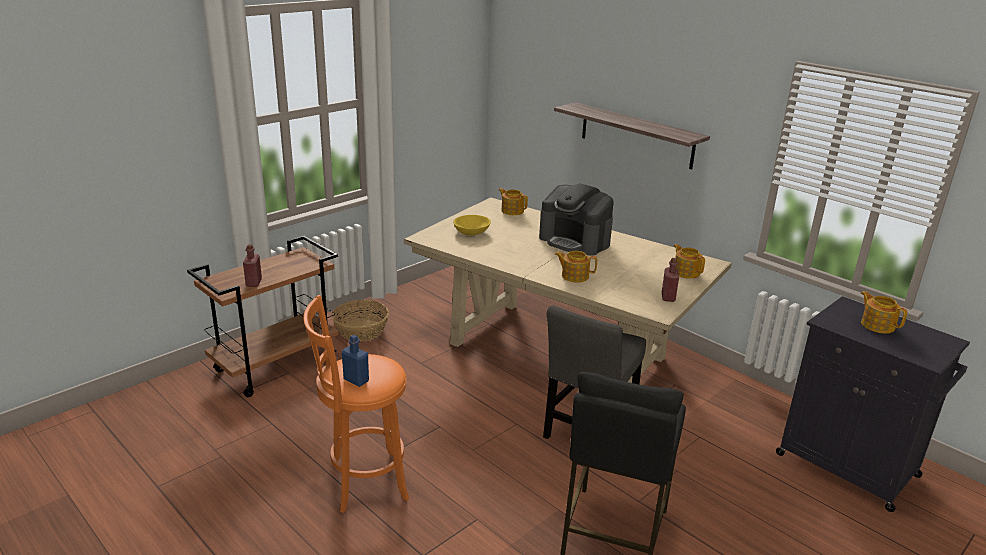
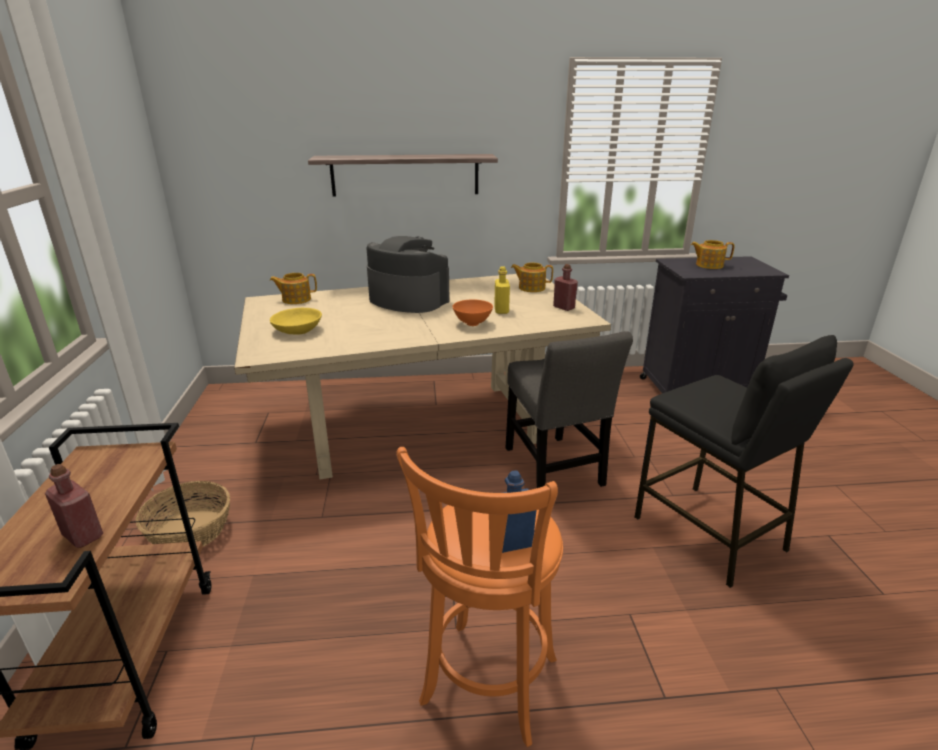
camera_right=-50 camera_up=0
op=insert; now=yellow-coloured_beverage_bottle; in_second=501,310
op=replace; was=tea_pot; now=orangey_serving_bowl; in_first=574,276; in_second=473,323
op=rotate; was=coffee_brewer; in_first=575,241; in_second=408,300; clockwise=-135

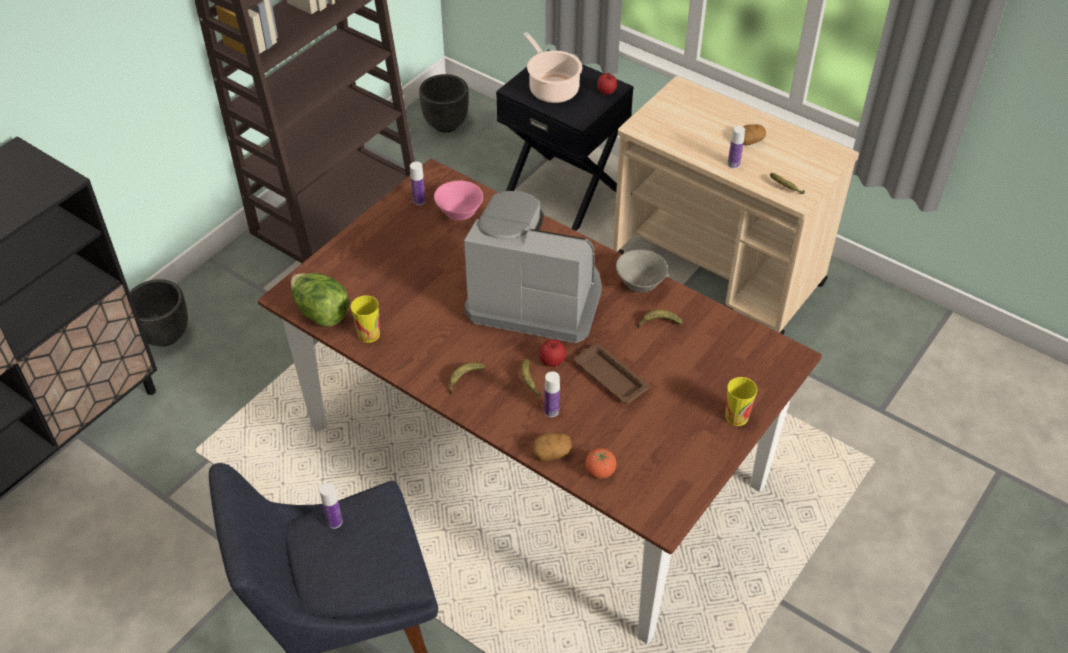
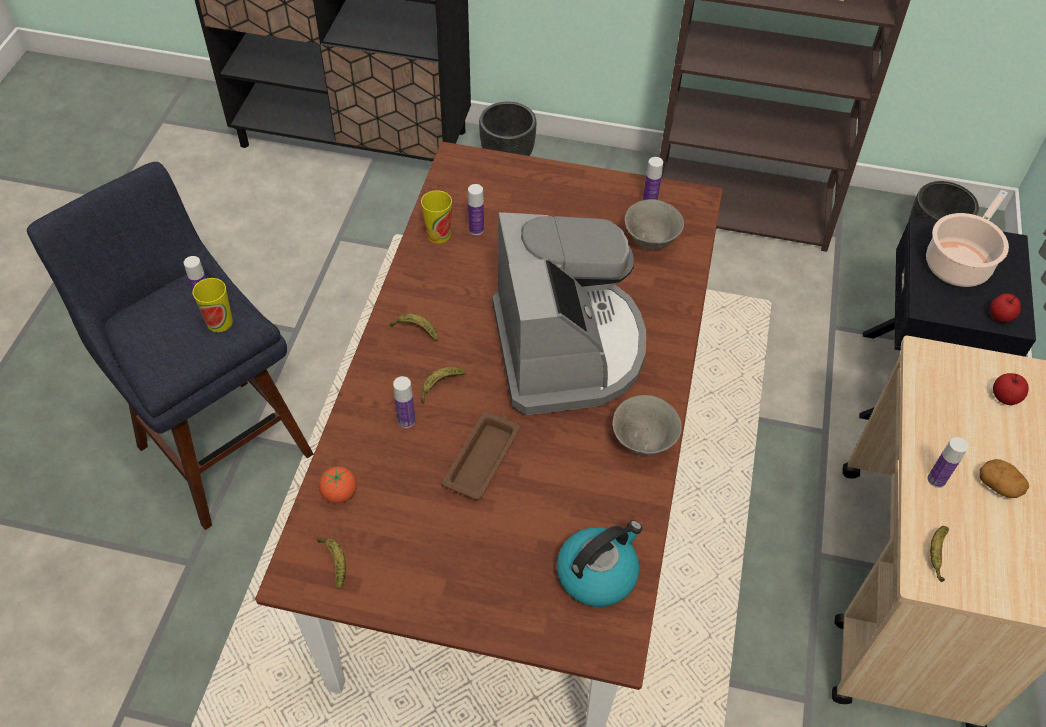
camera_right=65 camera_up=5
op=delete; was=lettuce; in_first=321,313
op=delete; was=potato; in_first=552,452
op=insert; now=beverage_bottle; in_second=476,229
op=insert; now=tea_kettle; in_second=597,573
op=move; was=apple; in_first=552,361; in_second=1005,397
op=move; was=banana; in_first=659,323; in_second=335,562
op=move; was=drinking_cup; in_first=736,416; in_second=219,322
op=recolor; was=pink-coloured_serving_bowl; now=grey_serving_bowl; in_first=460,214; in_second=651,242

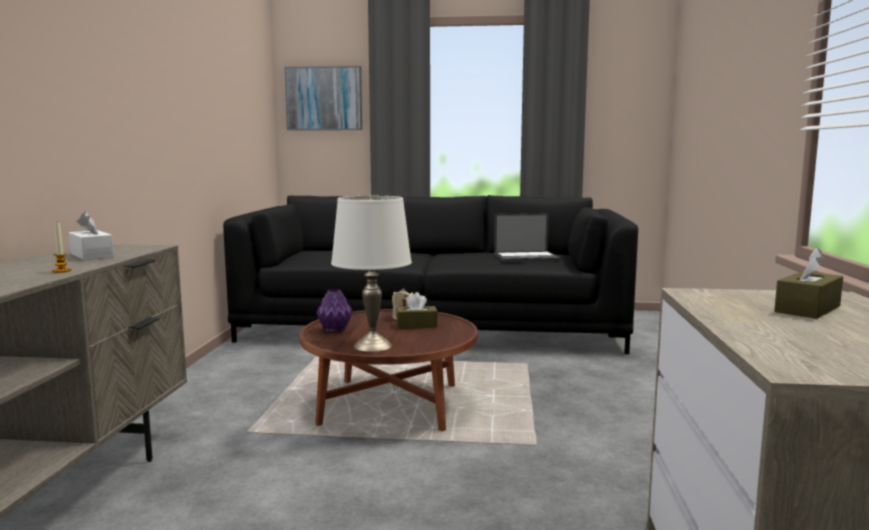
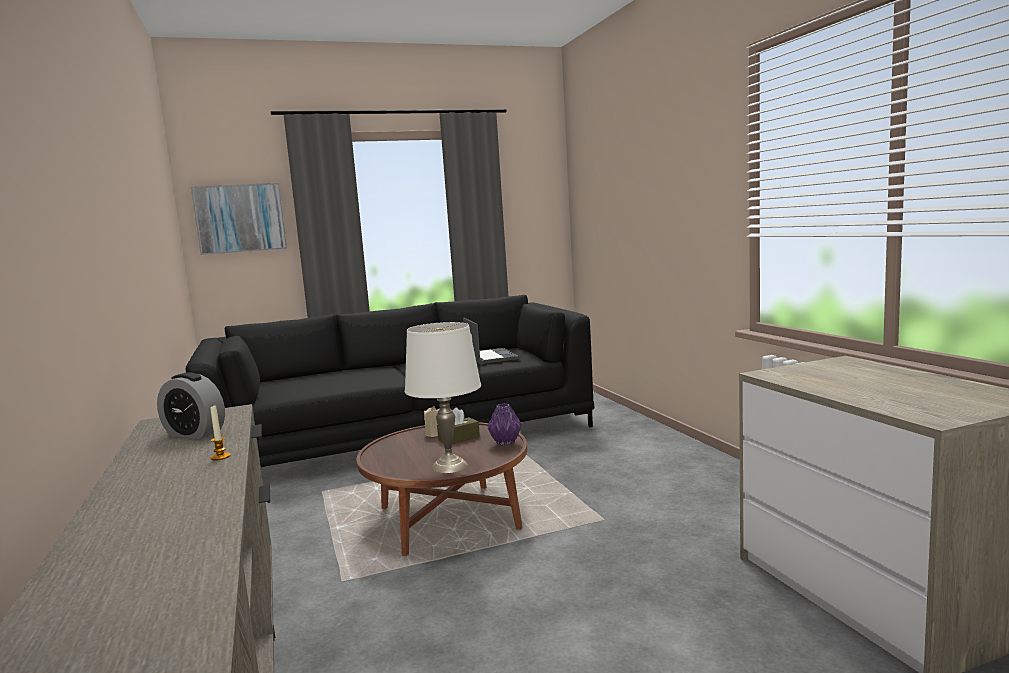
camera_right=-25 camera_up=0
op=delete; was=brown_tissue_box; in_first=807,309
op=move; was=purple-coloured_vase; in_first=335,330; in_second=506,442
op=replace; was=white-coloured_tissue_box; now=alarm_clock; in_first=92,255; in_second=194,433
op=rotate; was=laptop; in_first=527,257; in_second=491,356; clockwise=-75

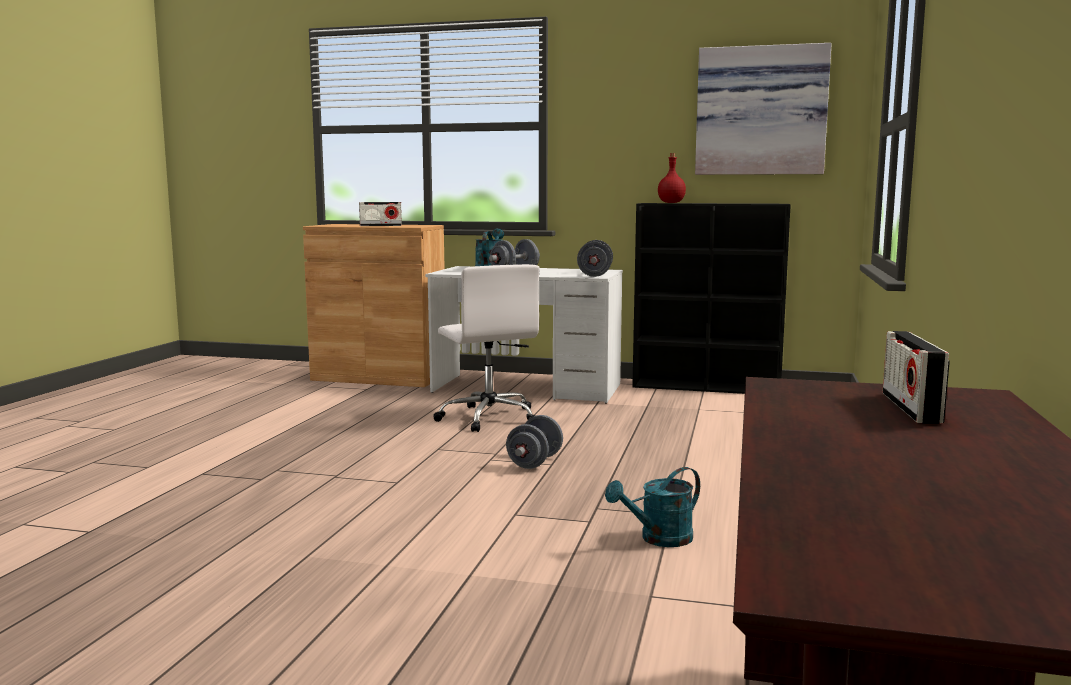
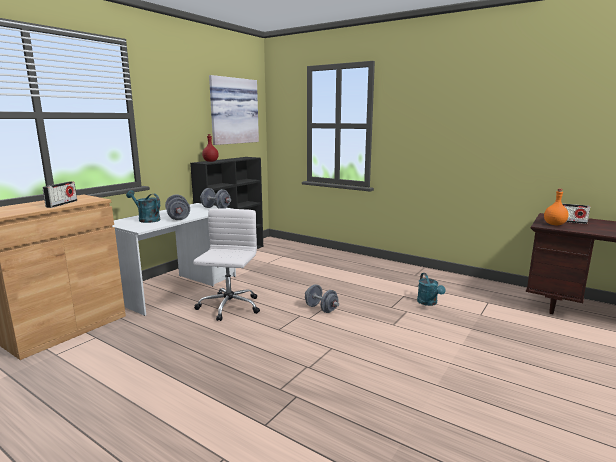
camera_right=-70 camera_up=5
op=insert; now=orangey_beverage_bottle; in_second=554,224
op=rotate; was=white-coloured_office_chair; in_first=488,418; in_second=229,307; clockwise=-75

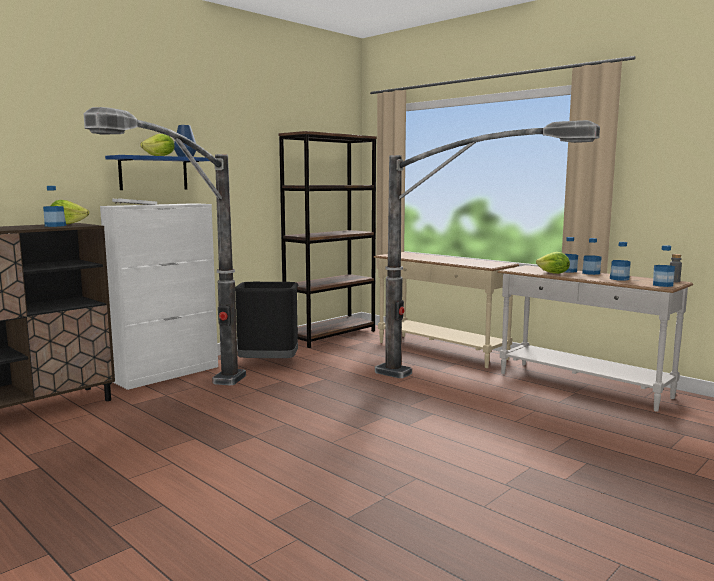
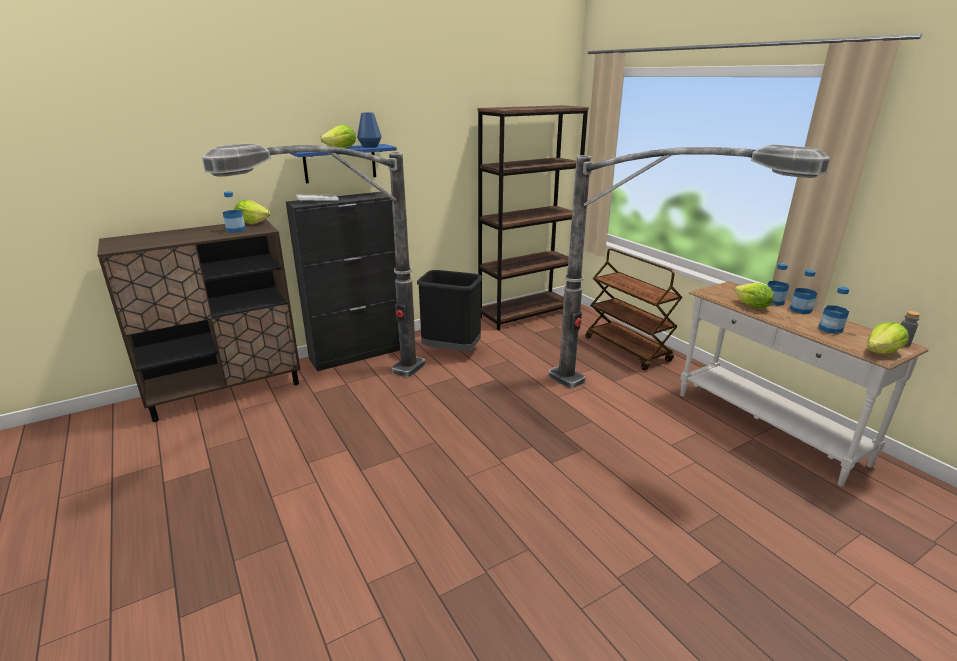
camera_right=15 camera_up=15
op=replace; was=sand-coloured_hall_table; now=brown_trolley; in_first=440,351; in_second=627,349
op=replace; was=beverage_bottle; now=lettuce; in_first=662,285; in_second=882,352
op=recolor; was=white-coloured_cabinet; now=black_cabinet; in_first=168,374; in_second=358,354

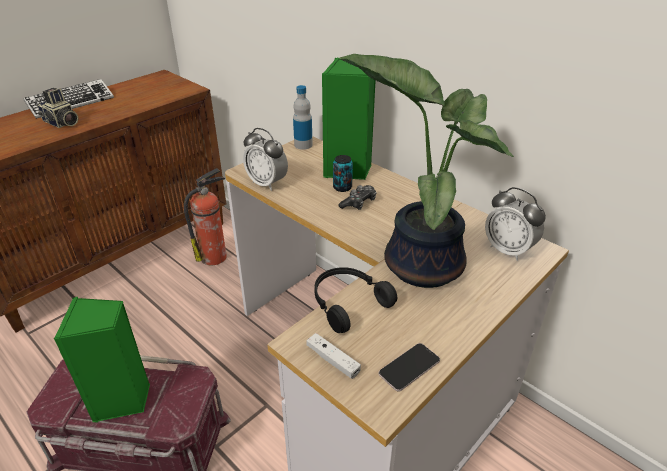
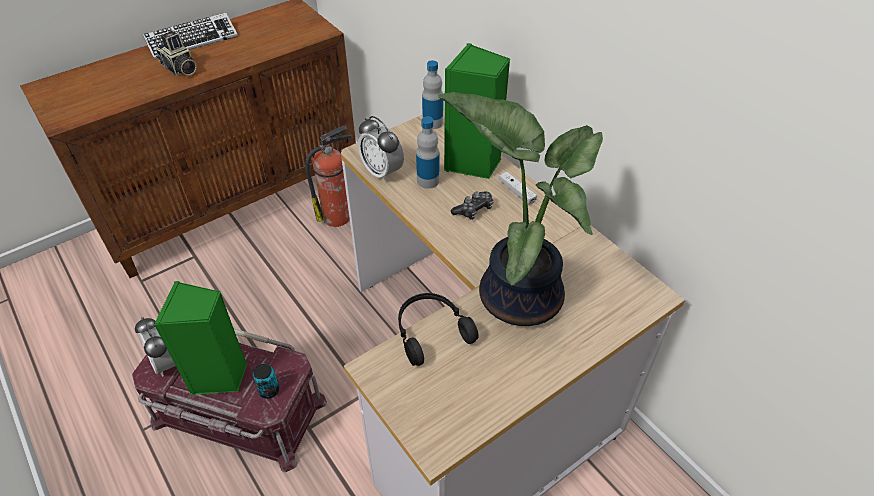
camera_right=10 camera_up=10
op=delete; was=phone; in_first=409,367
op=insert; now=beverage_bottle; in_second=428,181
op=move; was=white-coloured_gamepad; in_first=333,360; in_second=517,192
op=move; was=can; in_first=342,187; in_second=269,390
op=move; was=alarm_clock; in_first=508,250; in_second=166,363

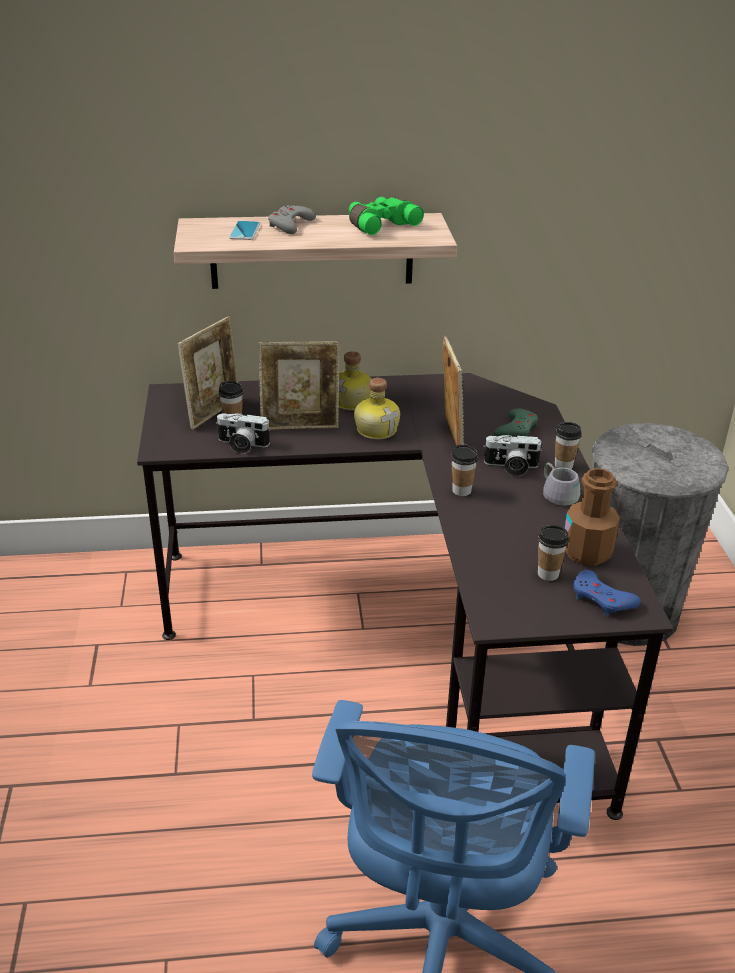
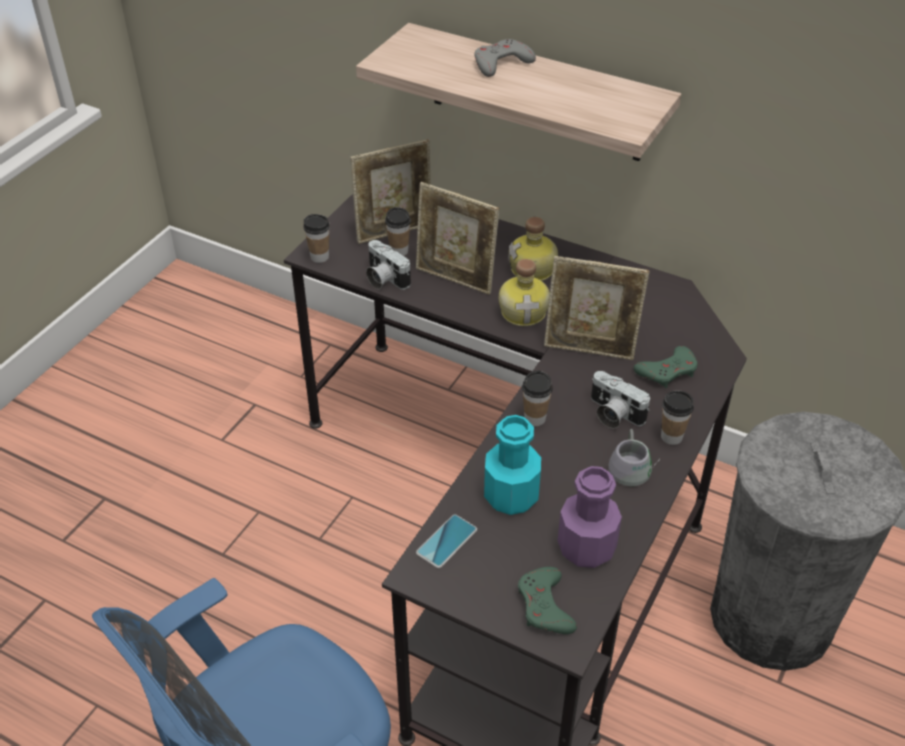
camera_right=35 camera_up=10
op=delete; was=greenish_binoculars; in_first=380,225
op=insert; now=blue-green_beverage_bottle; in_second=511,496
op=move; was=phone; in_first=245,231; in_second=446,541
op=move; was=drinking_cup; in_first=548,574; in_second=319,257
op=recolor; was=brown_beverage_bottle; now=purple-coloured_beverage_bottle; in_first=587,552; in_second=586,547
op=recolor; was=blue-coloured_gamepad; now=greenish_gamepad; in_first=602,599; in_second=545,606
op=rotate; was=standing_frame; in_first=450,435; in_second=590,350; clockwise=75

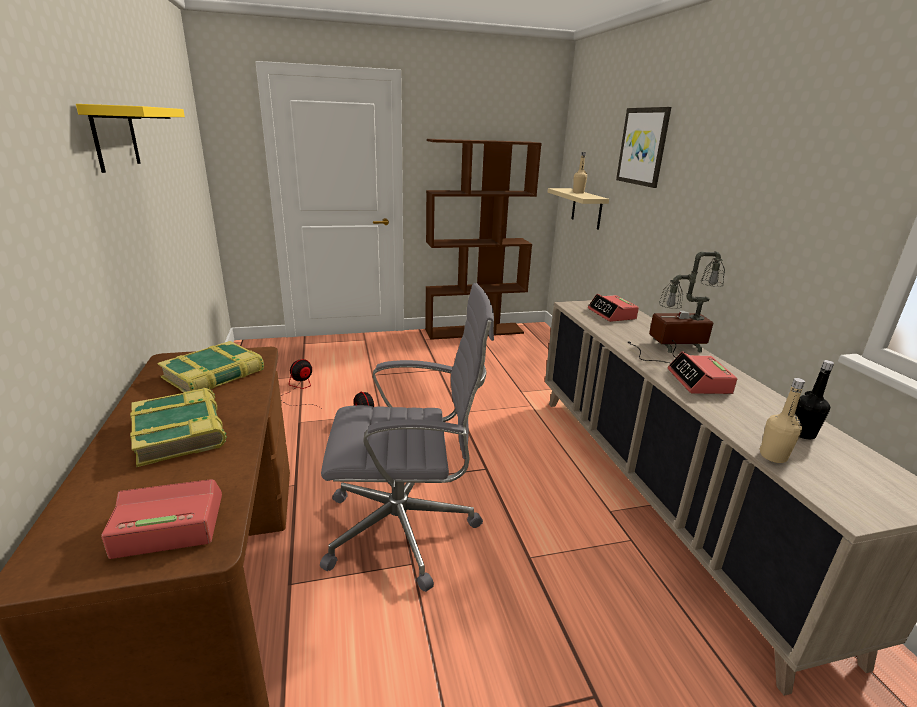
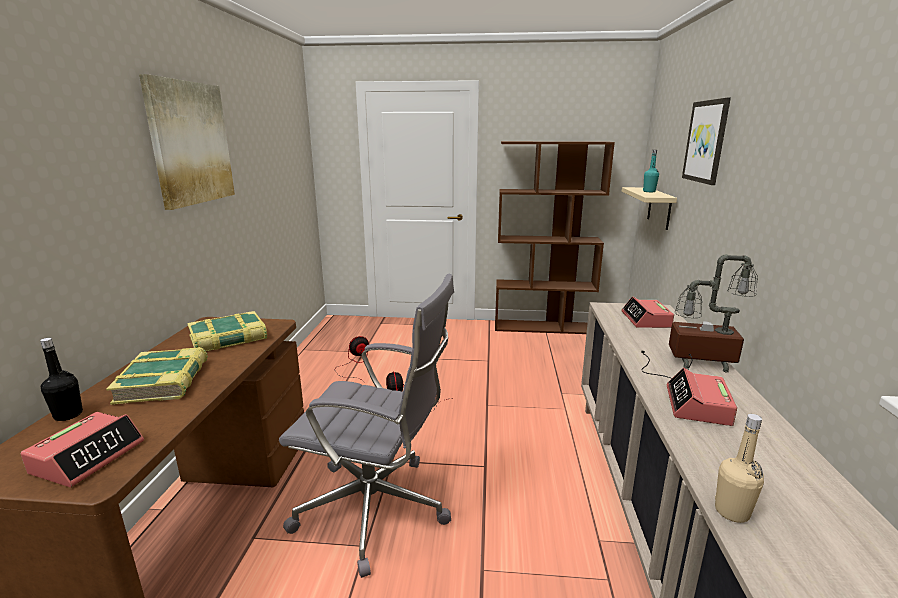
camera_right=20 camera_up=-5
op=move; was=black_beverage_bottle; in_first=802,433; in_second=68,415
op=replace; was=yellow-coloured_shelf; now=wall_picture; in_first=115,137; in_second=190,143
op=recolor; was=sand-coloured_beverage_bottle; now=blue-green_beverage_bottle; in_first=578,192; in_second=649,191
op=rotate; was=alarm_clock; in_first=169,526; in_second=89,457; clockwise=105

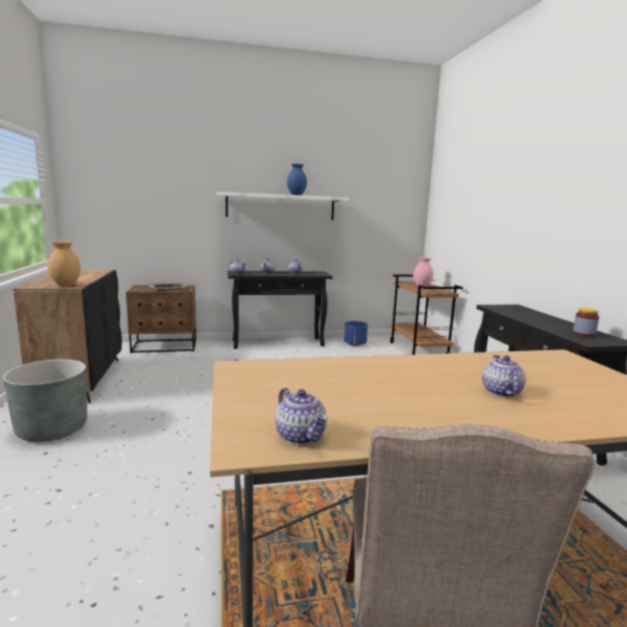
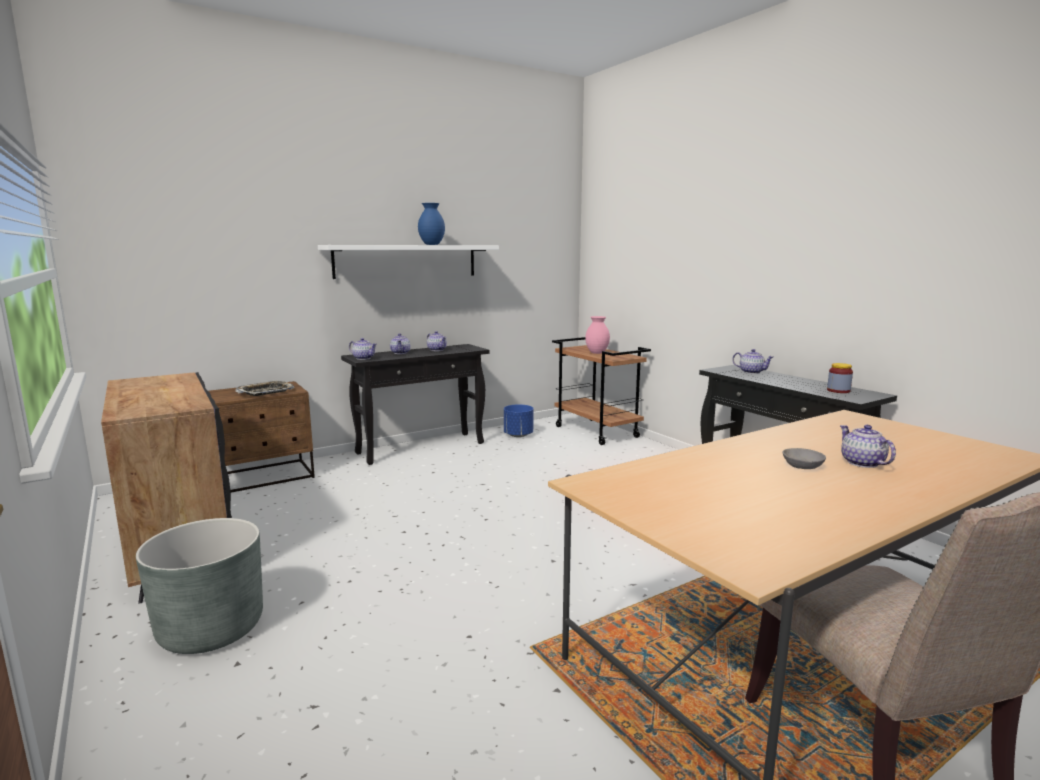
camera_right=-20 camera_up=0
op=delete; was=brown_vase; in_first=66,285
op=insert; now=grey_serving_bowl; in_second=803,467
op=move; was=tea_pot; in_first=300,436; in_second=751,372

